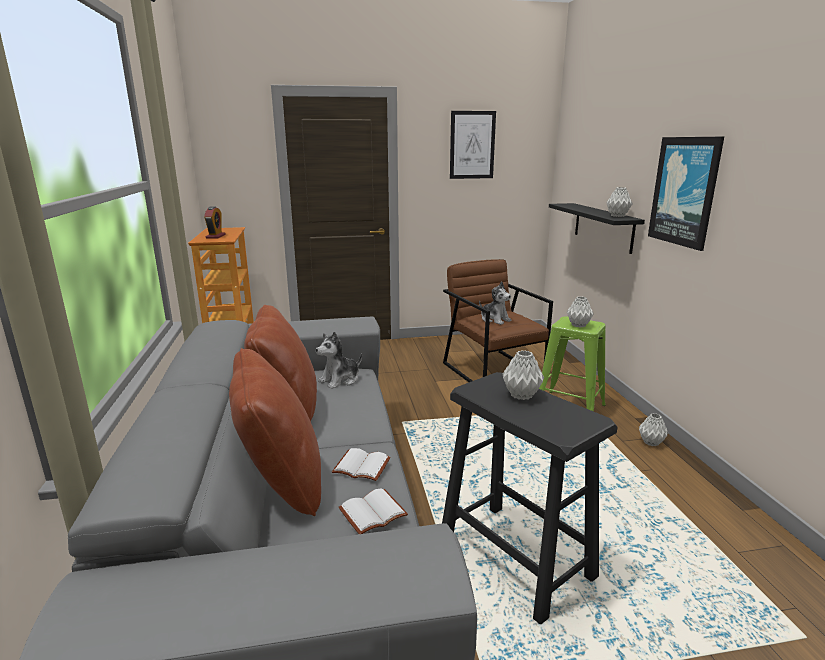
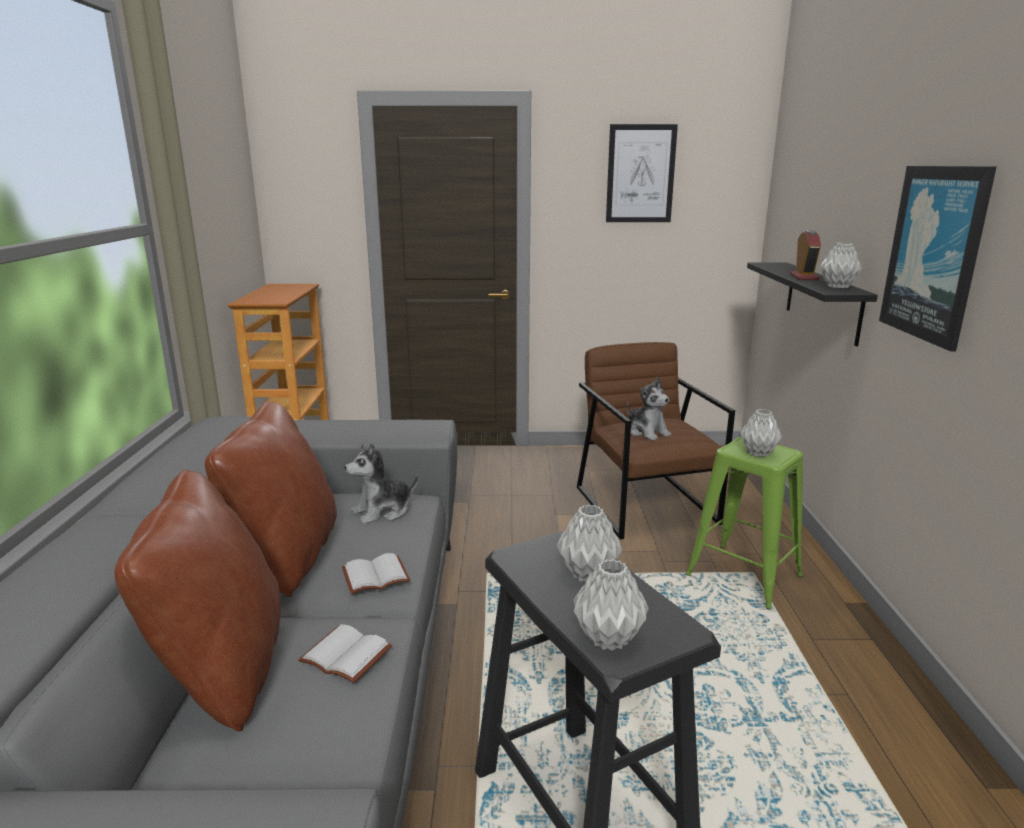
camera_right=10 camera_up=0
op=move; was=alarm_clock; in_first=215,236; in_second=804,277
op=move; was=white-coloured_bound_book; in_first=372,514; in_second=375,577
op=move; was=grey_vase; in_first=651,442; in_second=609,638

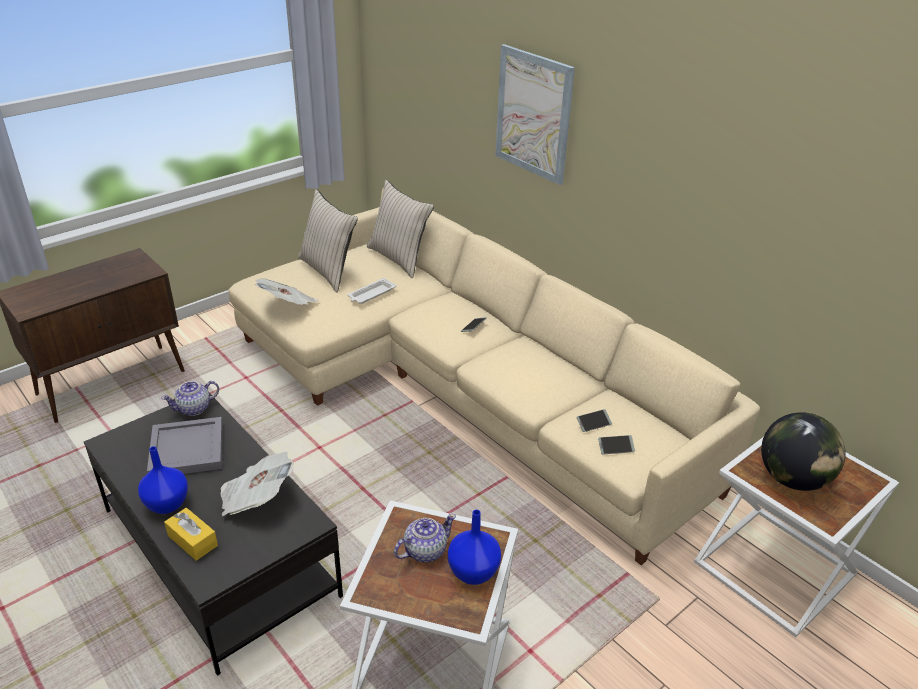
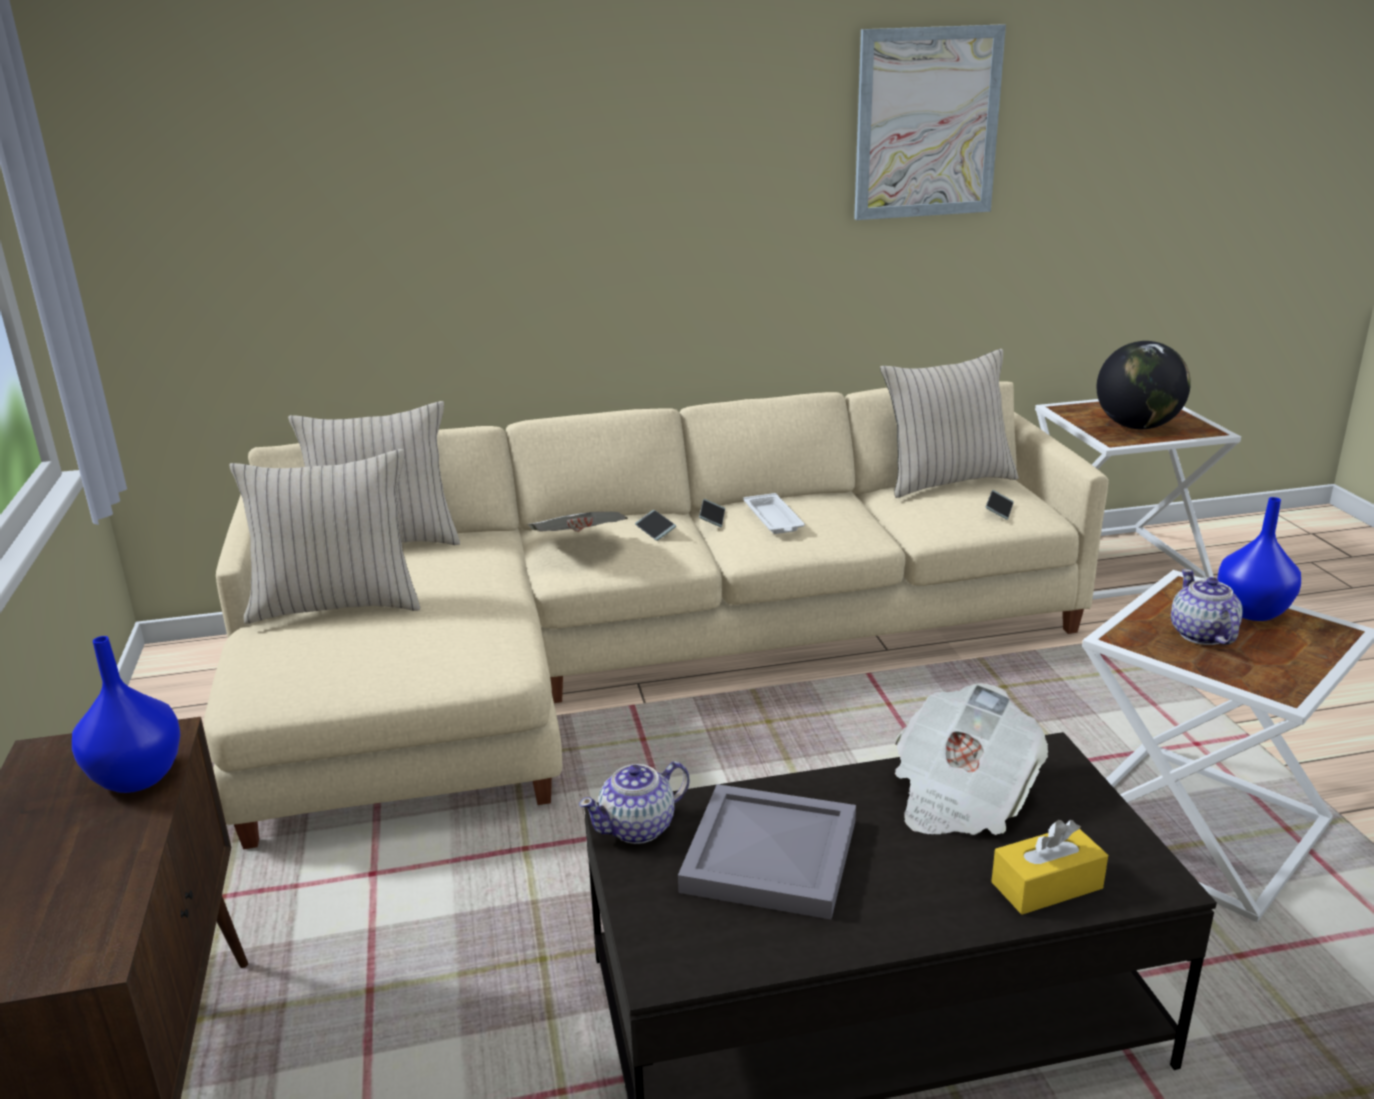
camera_right=-60 camera_up=-10
op=insert; now=sand-coloured_pillow; in_second=945,481
op=move; was=blue-coloured_vase; in_first=168,505; in_second=139,777
op=move; was=daily_paper; in_first=288,305; in_second=579,547
op=move; was=white-coloured_serving_tray; in_first=371,294; in_second=774,519
op=move; was=wall_picture; in_first=533,114; in_second=927,123
op=move; was=phone; in_first=593,423; in_second=712,518
op=rotate; was=tea_pot; in_first=194,408; in_second=638,828; clockwise=60

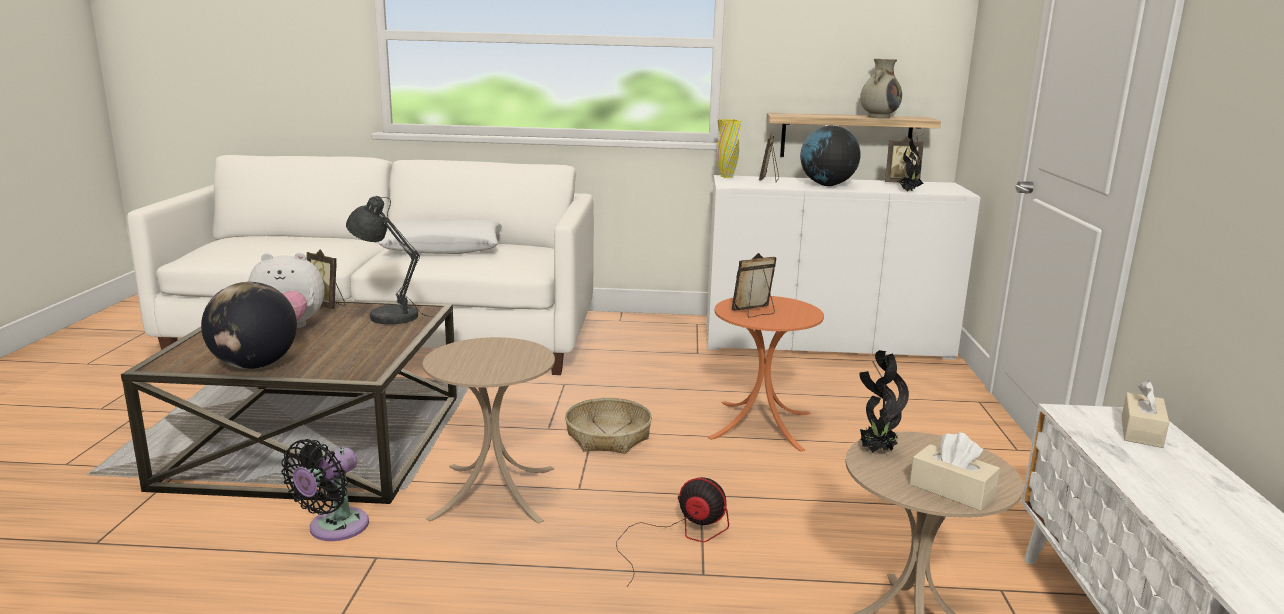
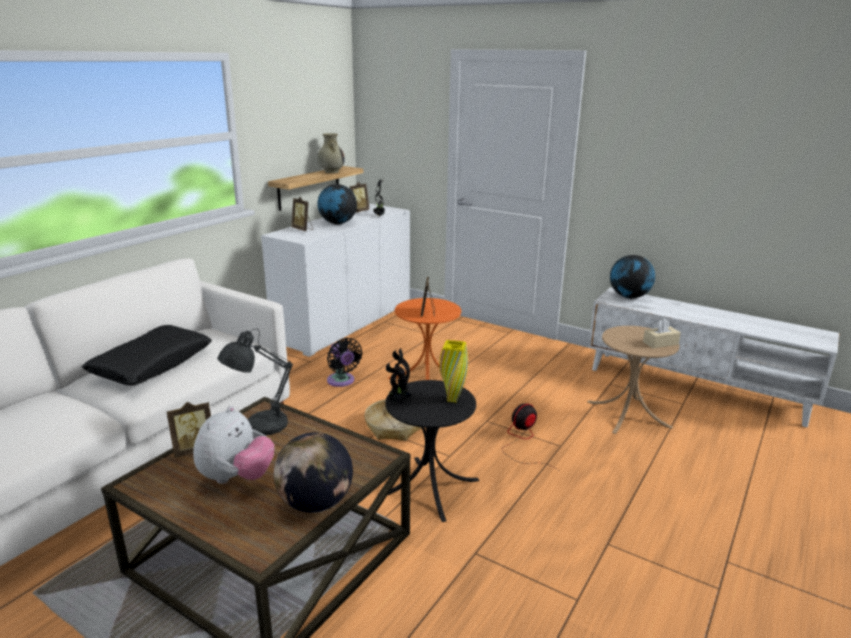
camera_right=-60 camera_up=5
op=move; was=black_fan; in_first=334,528; in_second=342,381
op=move; was=yellow-coloured_vase; in_first=726,177; in_second=452,399
op=move; was=plant_in_a_pot; in_first=875,451; in_second=398,402
op=replace; was=sand-coloured_tissue_box; now=globe; in_first=1141,431; in_second=629,297
op=recolor; was=white-coloured_pillow; now=black_pillow; in_first=443,248; in_second=151,365
op=recolor; was=sand-coloured_end_table; now=black_end_table; in_first=494,492; in_second=429,487

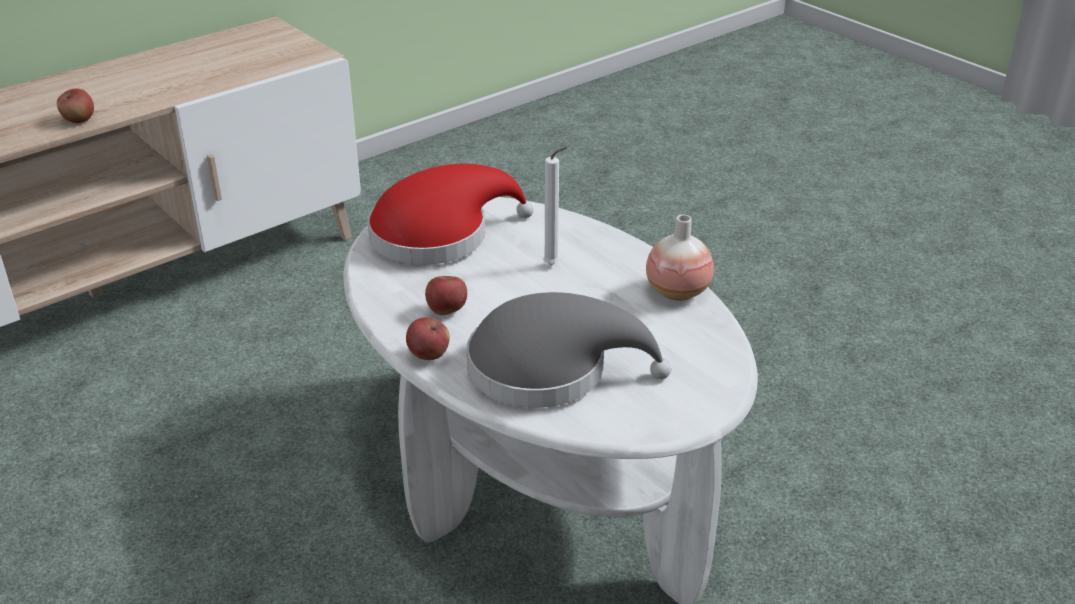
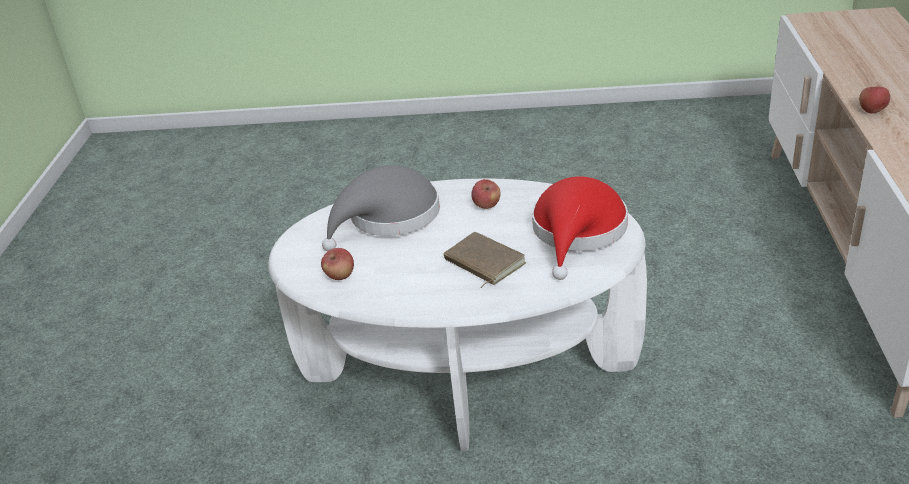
camera_right=135 camera_up=0
op=delete; was=vase; in_first=677,292
op=move; was=apple; in_first=428,355; in_second=340,276
op=replace; was=white-coloured_wax_light; now=brown_bound_book; in_first=554,265; in_second=482,263

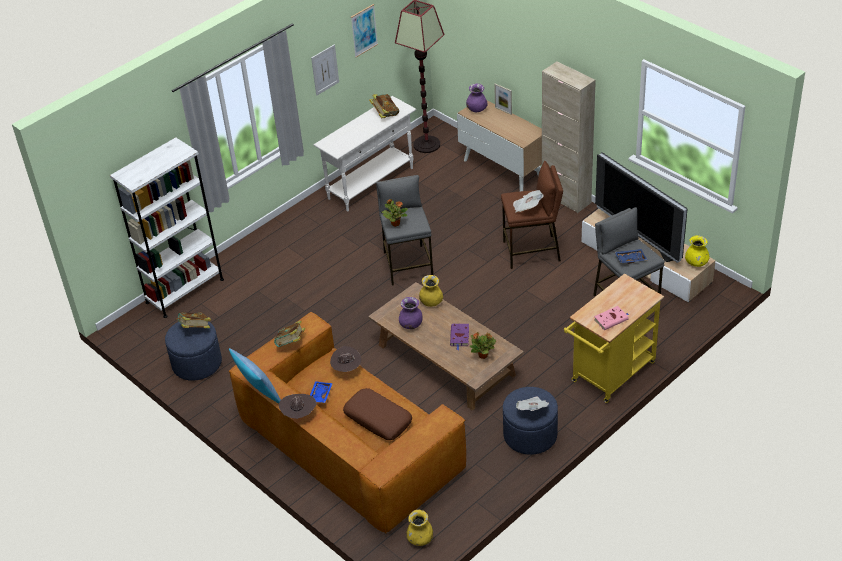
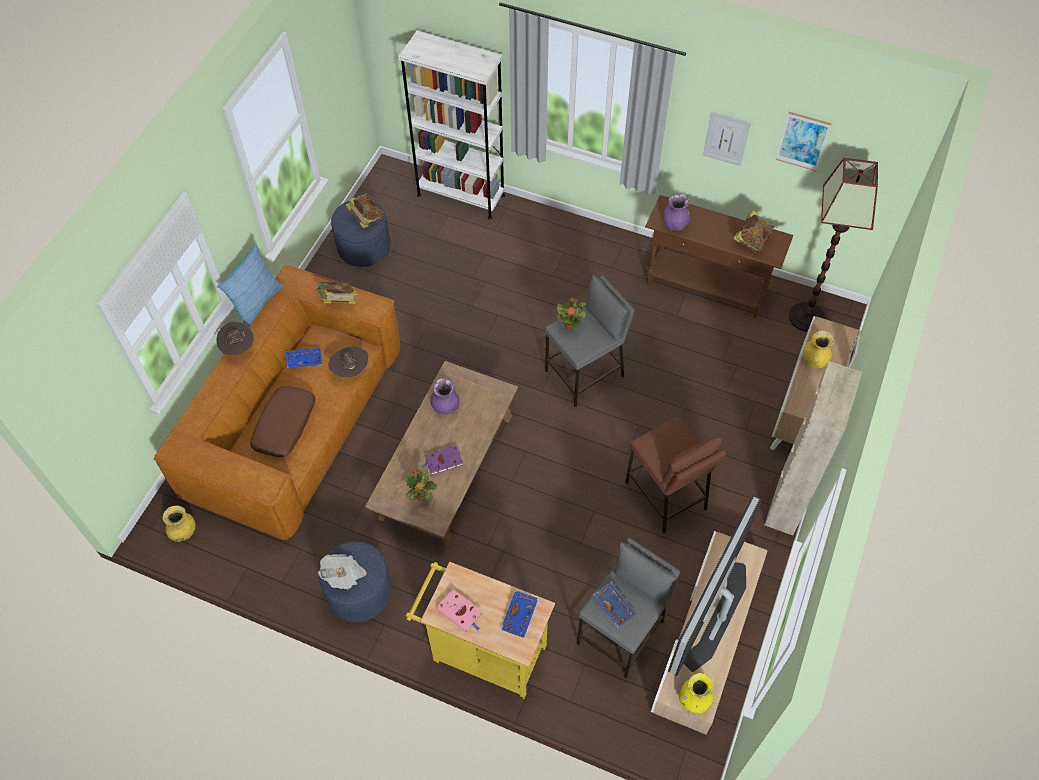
camera_right=65 camera_up=15
op=delete; was=daily_paper; in_first=527,207
op=insert; now=blue-coloured_serving_tray; in_second=520,616
op=move; was=yellow-coloured_vase; in_first=431,302; in_second=814,360
op=move; was=purple-coloured_vase; in_first=476,109; in_second=674,224
op=recolor; was=white-coloured_hall_table; now=brown_hall_table; in_first=371,183; in_second=706,288

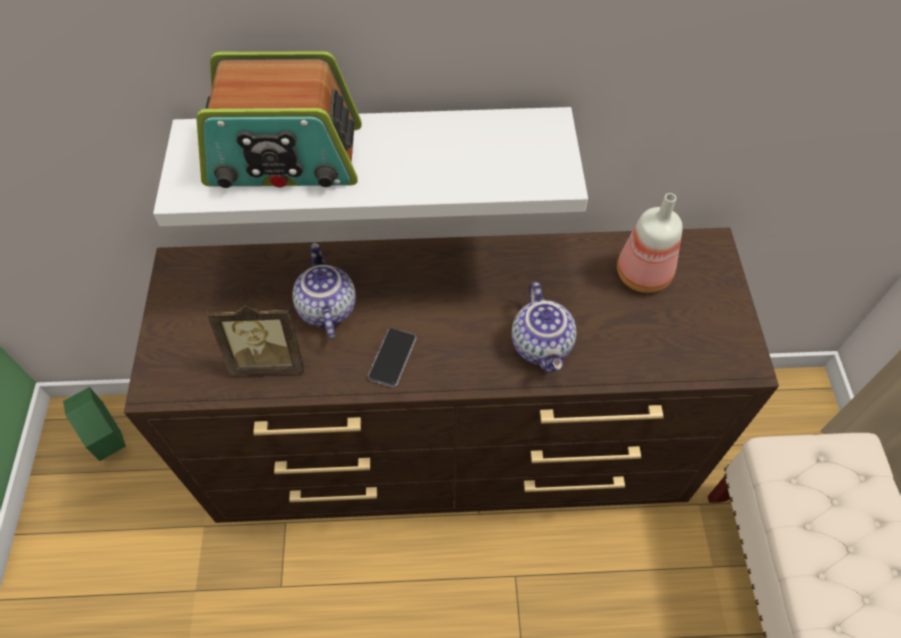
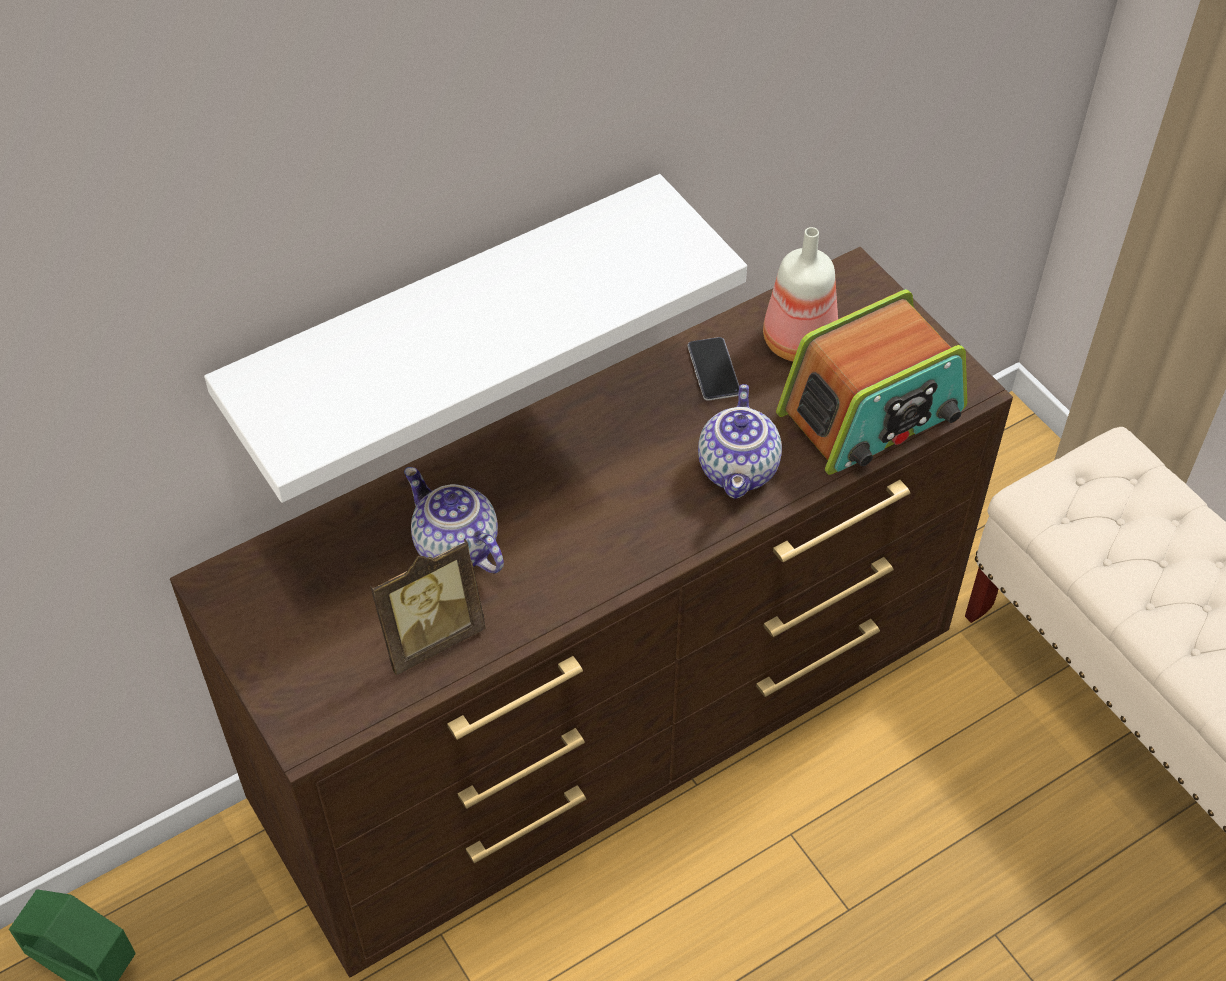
camera_right=-30 camera_up=-5
op=move; was=radio; in_first=285,157; in_second=872,413
op=move; was=phone; in_first=392,358; in_second=713,370
op=rotate; was=tea_pot; in_first=543,346; in_second=740,470; clockwise=45

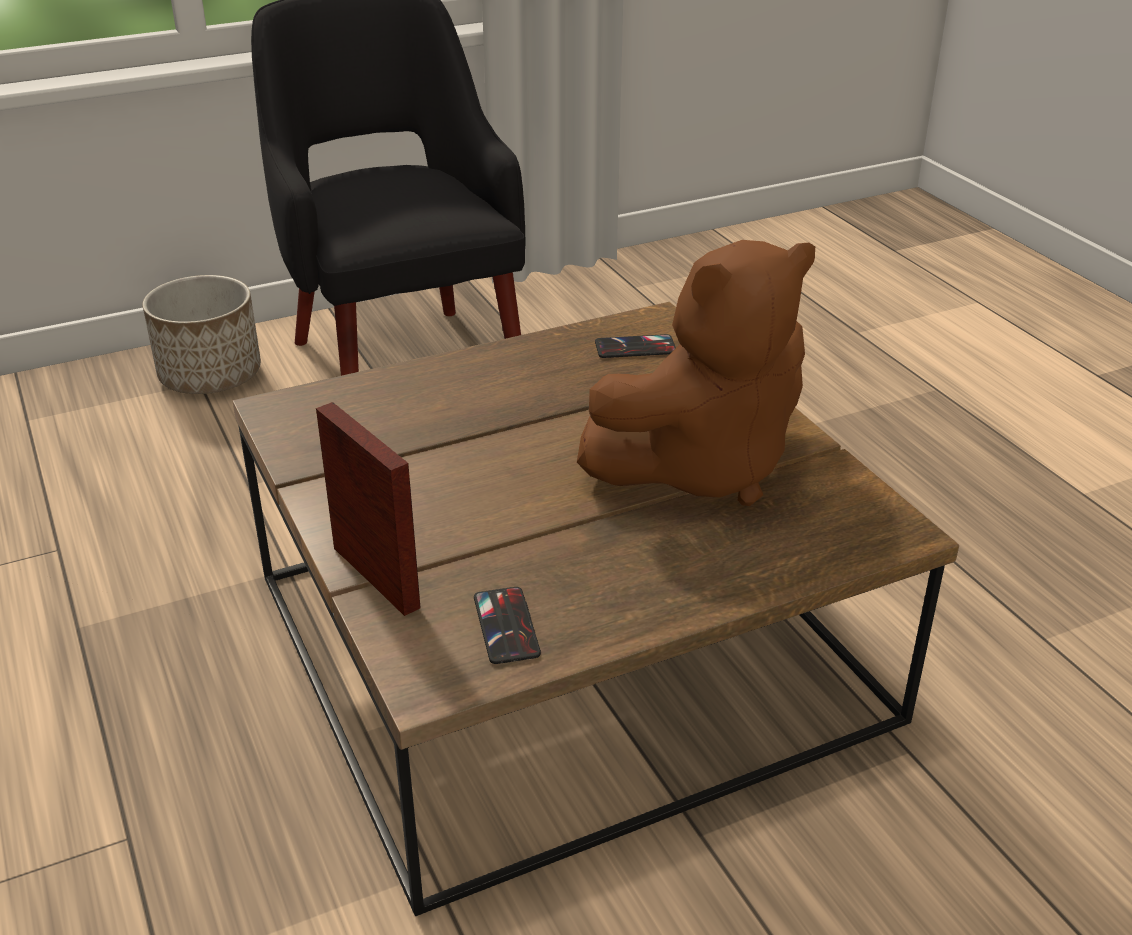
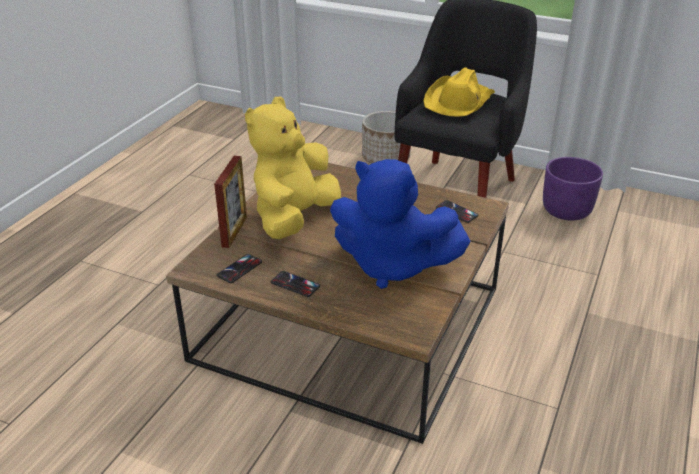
camera_right=50 camera_up=0
op=insert; now=yellow-coloured_soft_toy; in_second=294,218
op=insert; now=phone; in_second=295,284
op=insert; now=yellow-coloured_wearable_hat; in_second=459,101
op=insert; now=purple-coloured_planter; in_second=566,210
op=recolor; was=brown_soft_toy; now=blue-coloured_soft_toy; in_first=701,467; in_second=392,265

